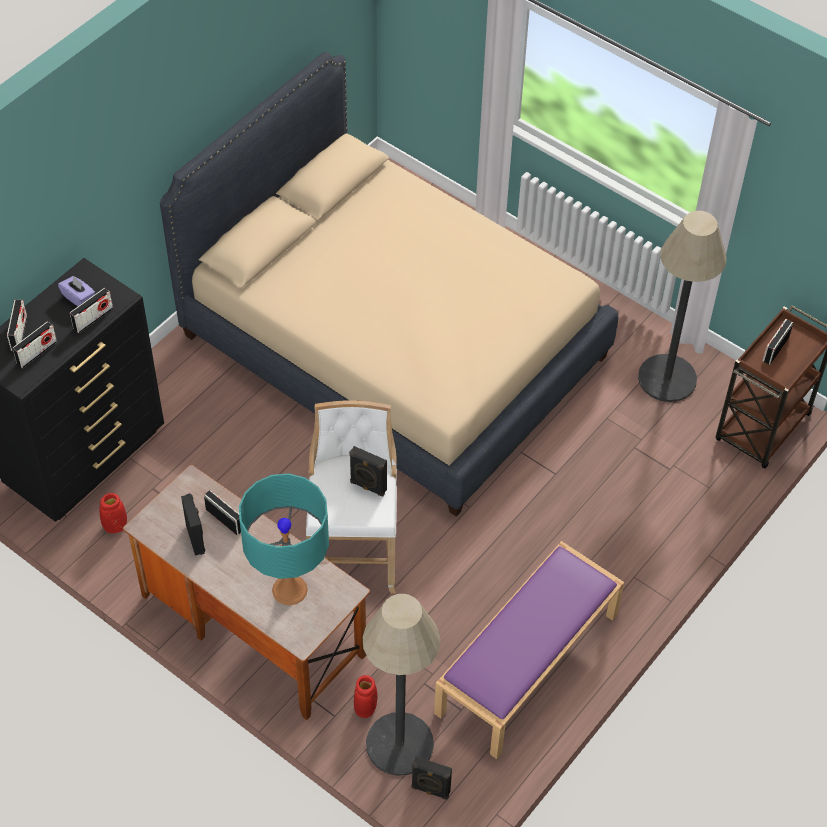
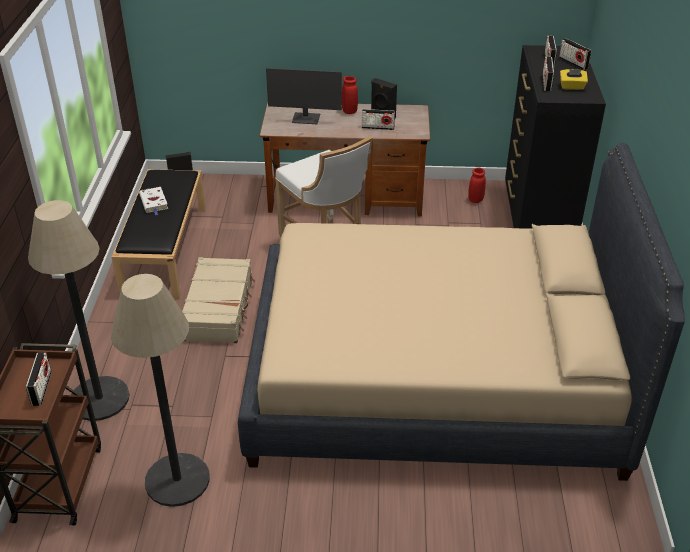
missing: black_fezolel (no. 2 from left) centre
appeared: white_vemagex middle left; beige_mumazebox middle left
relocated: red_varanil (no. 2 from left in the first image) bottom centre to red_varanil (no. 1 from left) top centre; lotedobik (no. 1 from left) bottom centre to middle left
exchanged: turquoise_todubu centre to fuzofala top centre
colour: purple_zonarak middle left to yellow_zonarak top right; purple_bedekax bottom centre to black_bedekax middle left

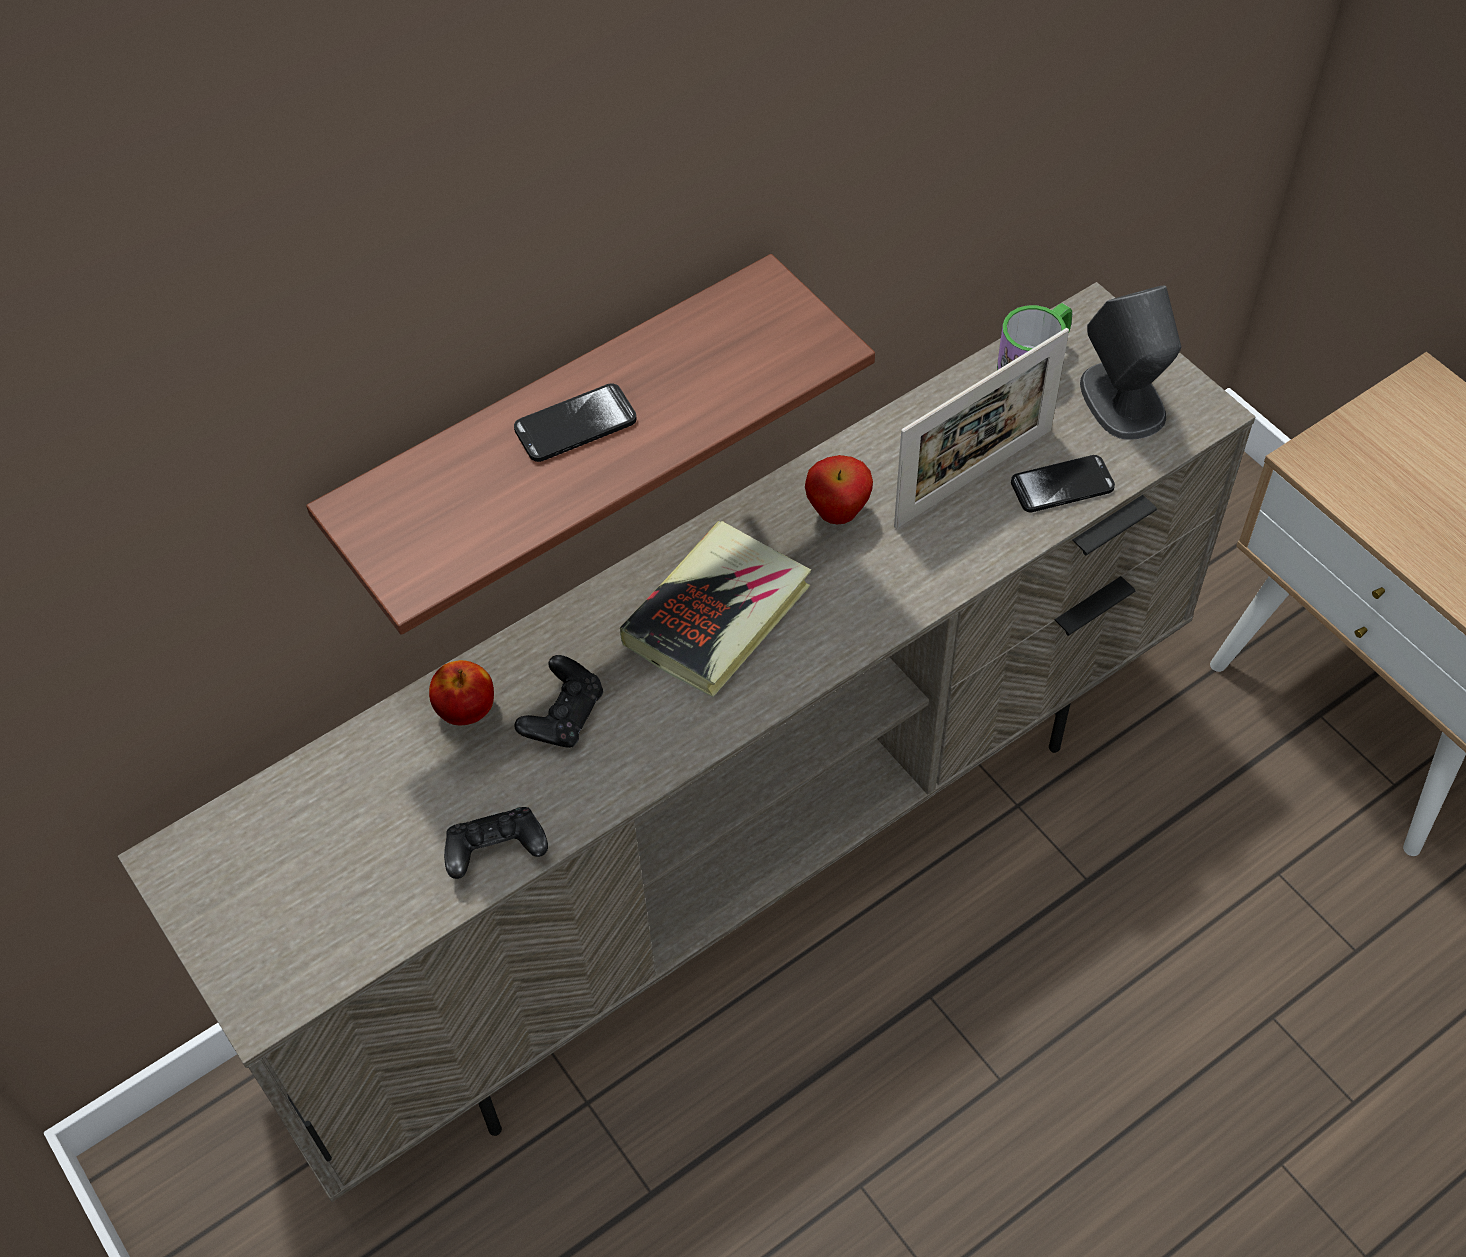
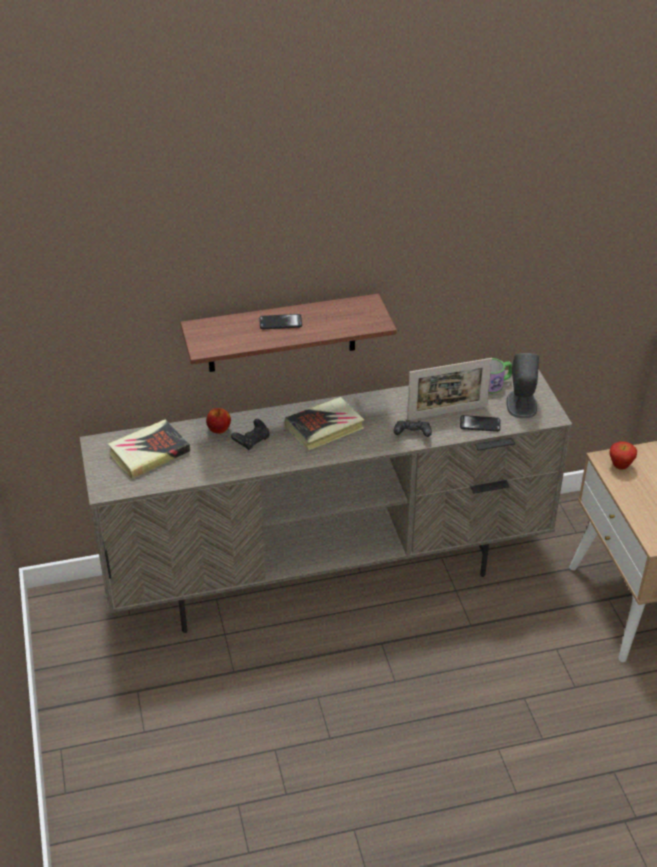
appeared: vemagex (no. 1 from left) middle left
relocated: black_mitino (no. 1 from left in the first image) bottom centre to black_mitino (no. 2 from left) centre; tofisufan (no. 2 from left) centre to middle right

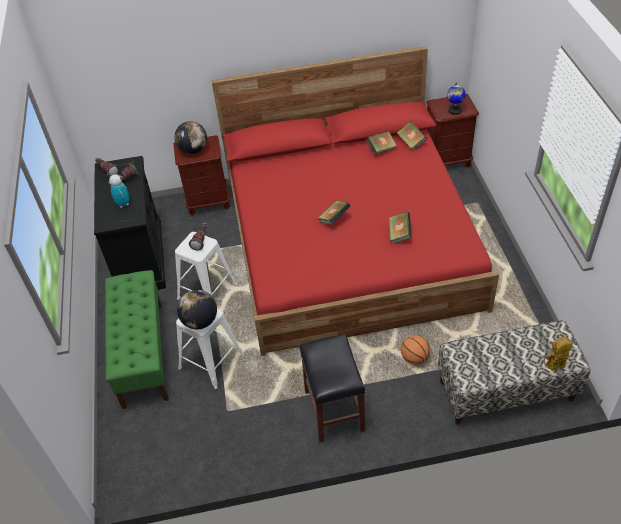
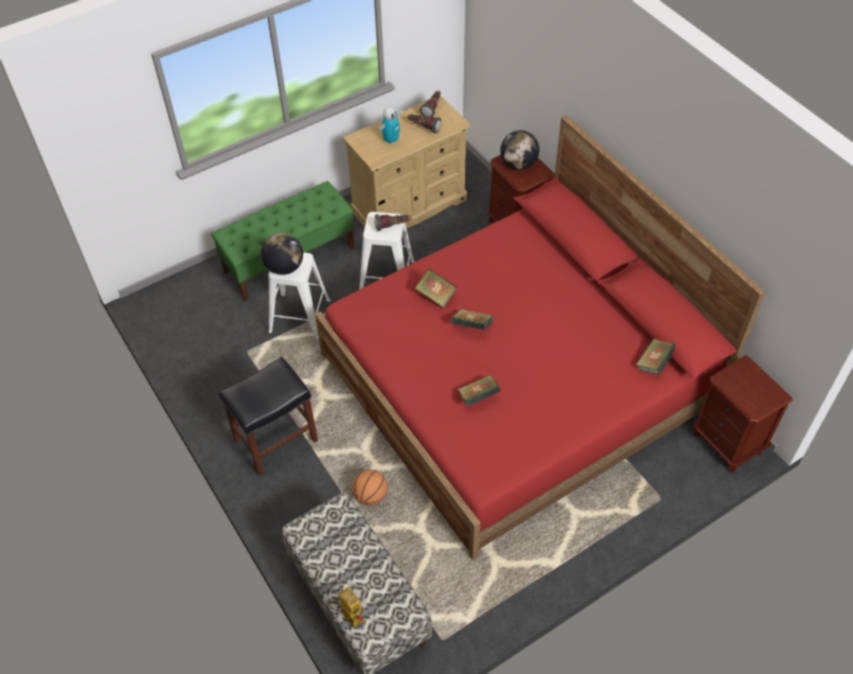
missing: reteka (no. 3 from left) top right
relocated: vemagex (no. 2 from left in the first image) top centre to vemagex (no. 1 from left) centre
colour: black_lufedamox middle left to beige_lufedamox top centre

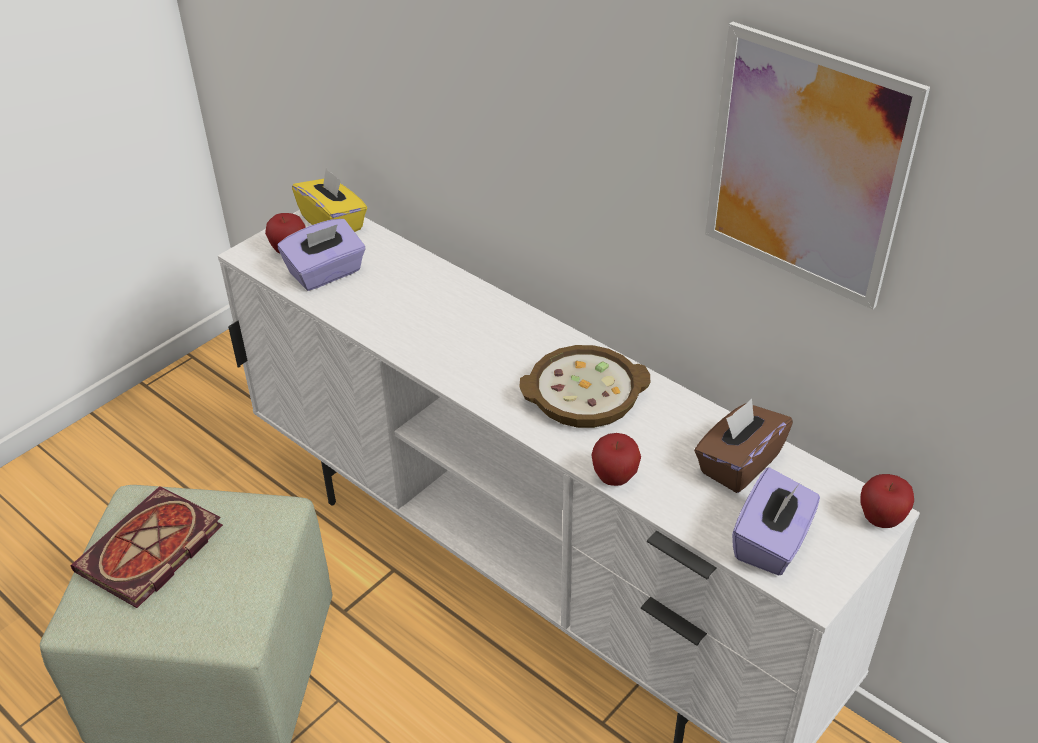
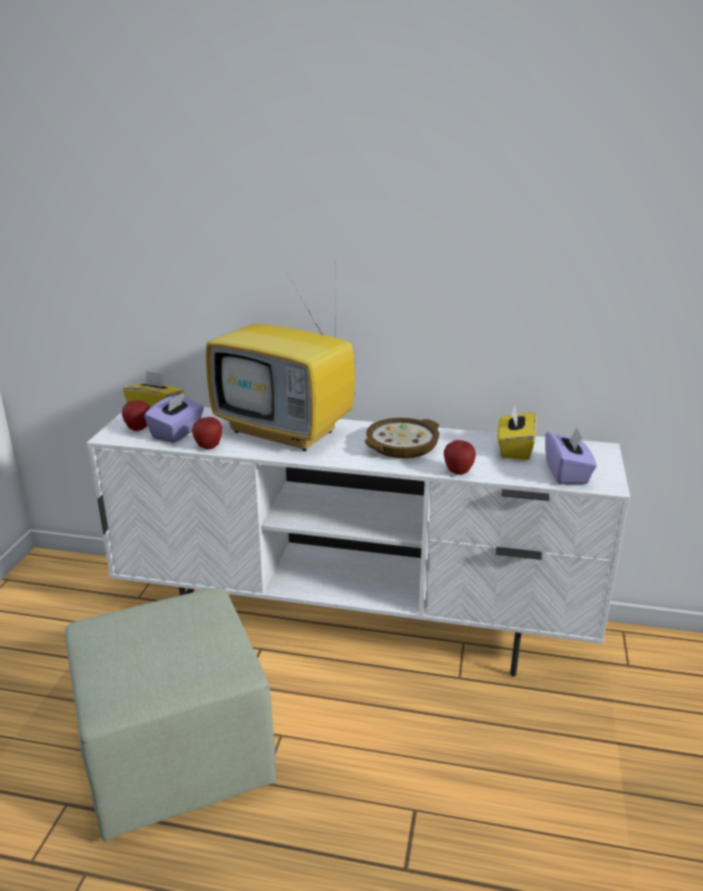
missing: vemagex bottom left; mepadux top right
appeared: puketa centre
relocated: tofisufan (no. 3 from left in the first image) bottom right to tofisufan (no. 2 from left) middle left
colour: brown_zonarak middle right to yellow_zonarak (no. 2 from left) middle right

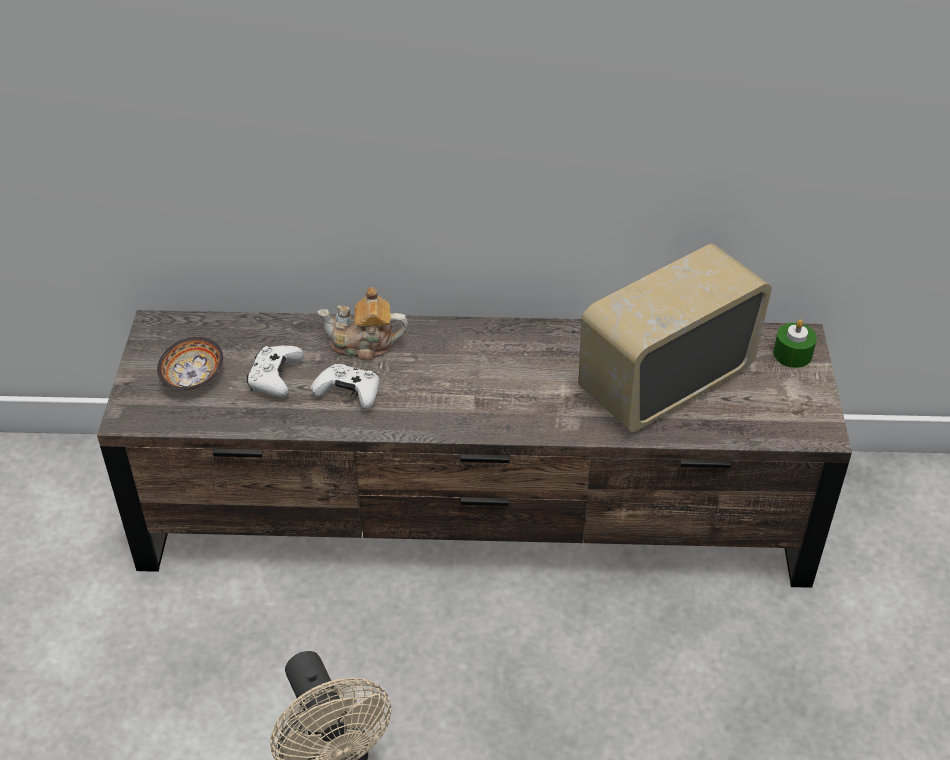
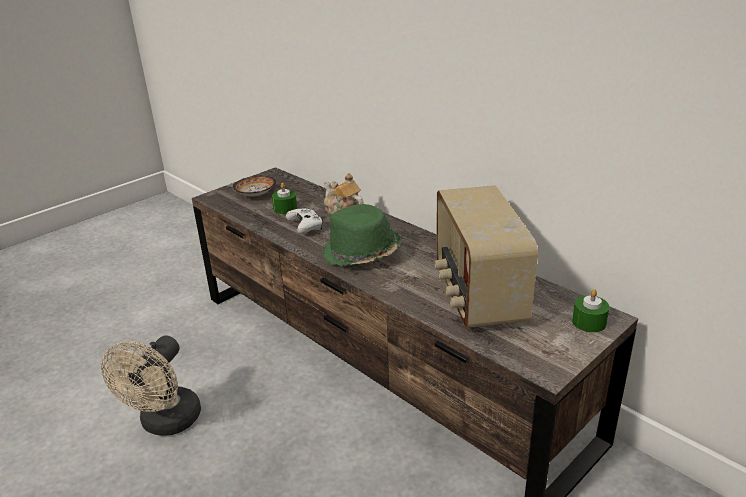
appeared: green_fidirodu centre
exchanged: white_mitino (no. 1 from left) middle left to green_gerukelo (no. 1 from left) centre
spun: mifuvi middle right = centre 105 degrees counterclockwise

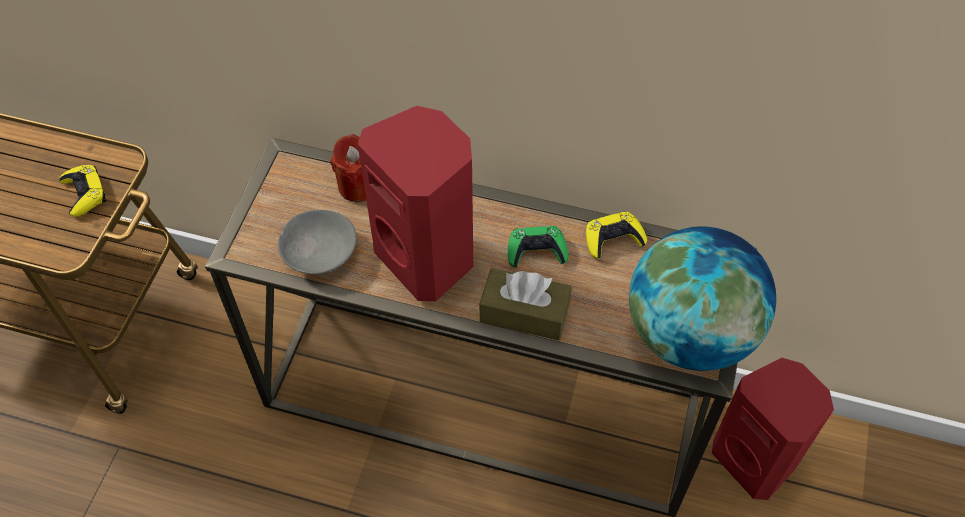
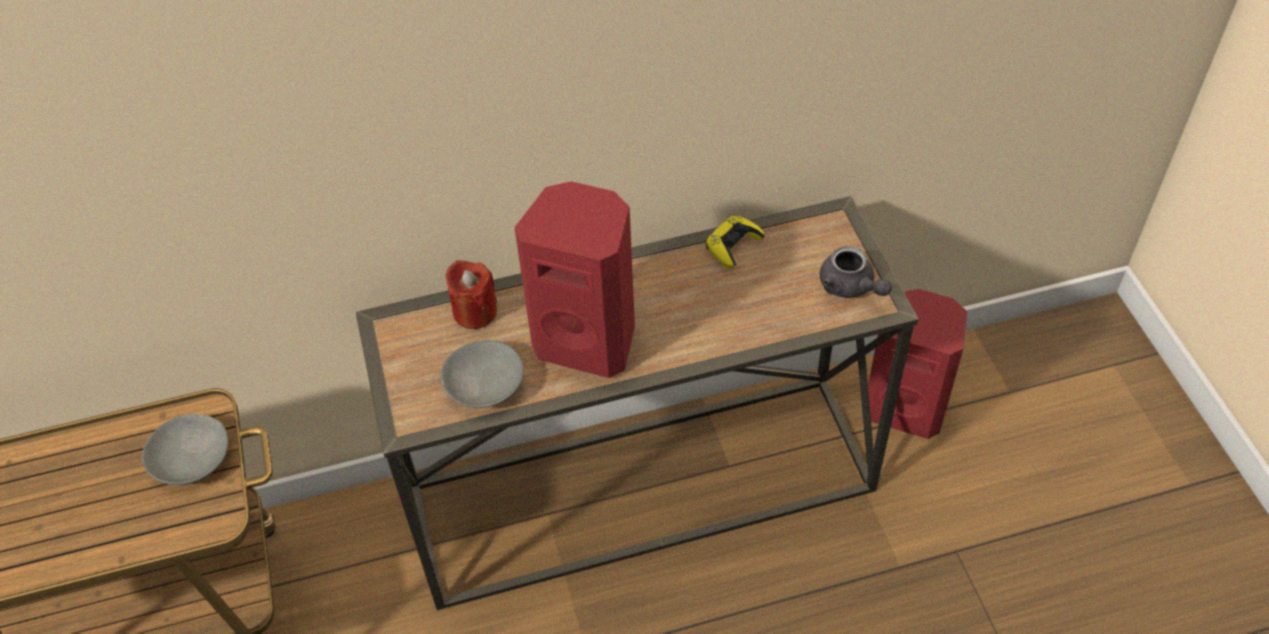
missing: brown_zonarak centre; green_mitino centre
exchanged: yellow_mitino (no. 1 from left) middle left to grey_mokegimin (no. 1 from left) bottom left; reteka middle right to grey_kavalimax middle right

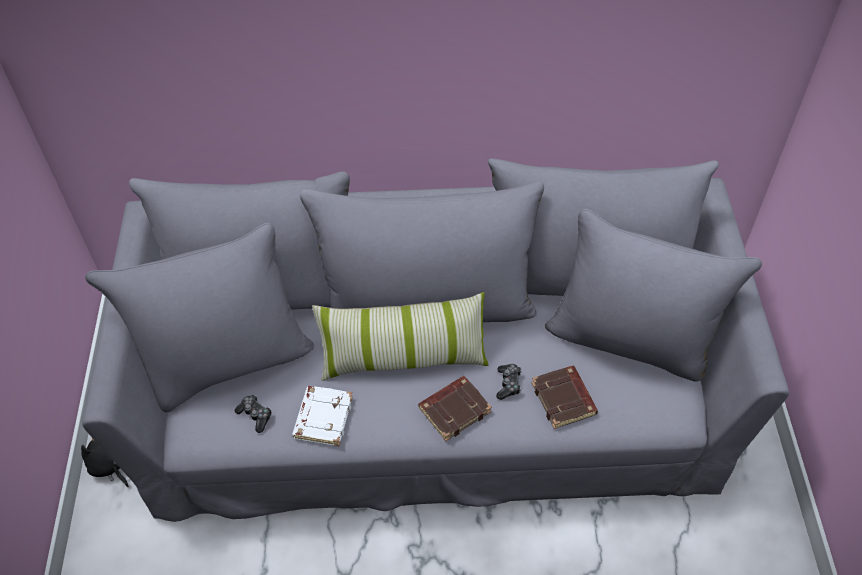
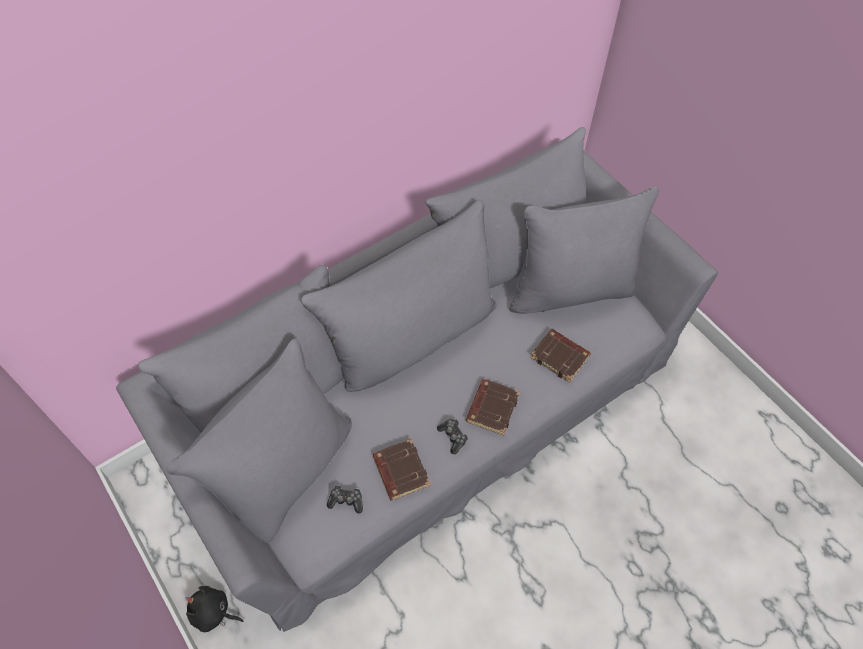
missing: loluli centre
relocated: mitino (no. 2 from left) centre to bottom centre
colour: white_vemagex bottom centre to brown_vemagex (no. 1 from left) bottom centre

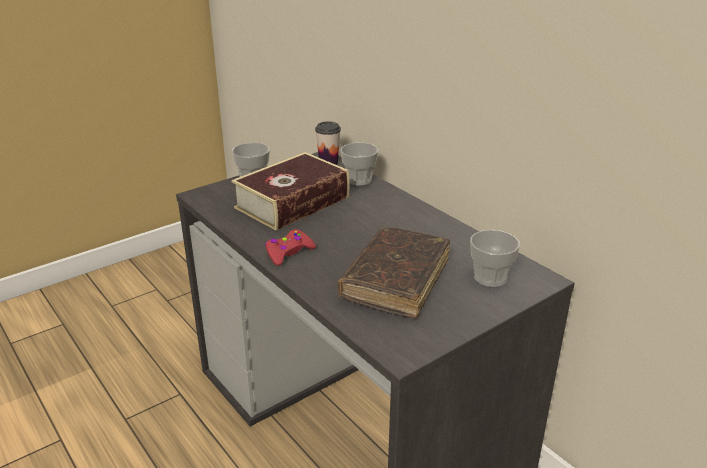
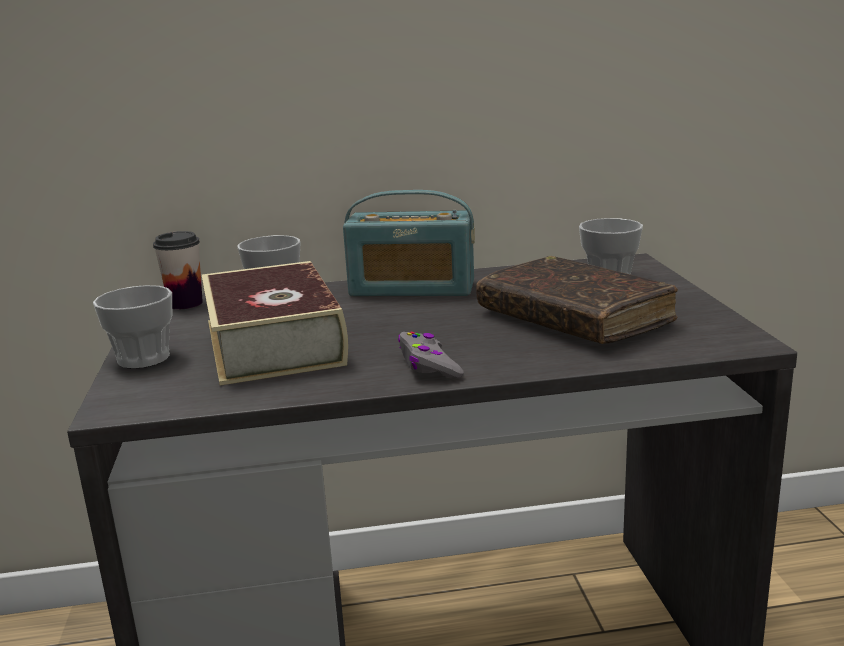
appeared: mifuvi centre
colour: red_mitino centre to grey_mitino centre

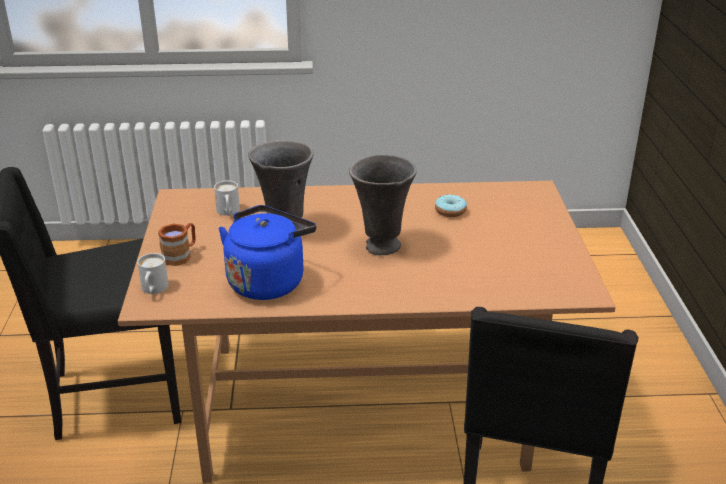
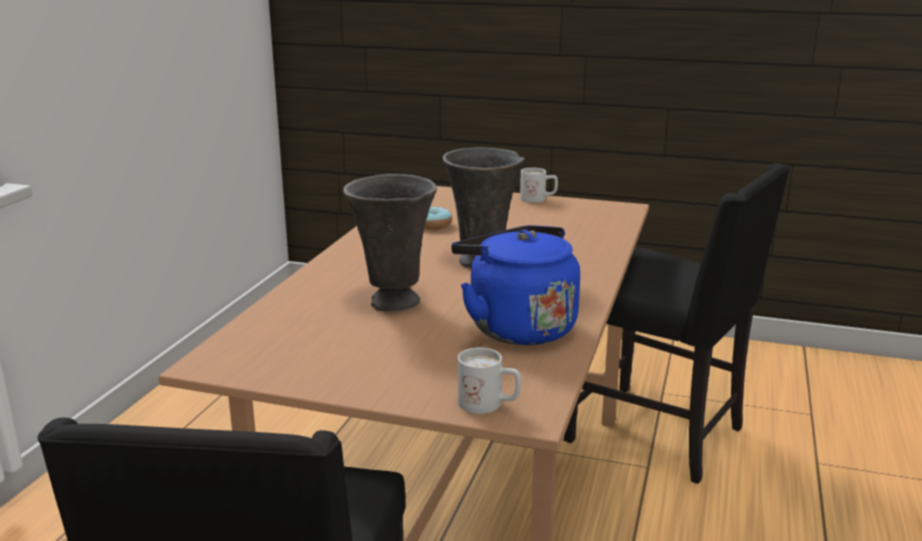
missing: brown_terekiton middle left
relocated: white_terekiton (no. 2 from left) middle left to centre

